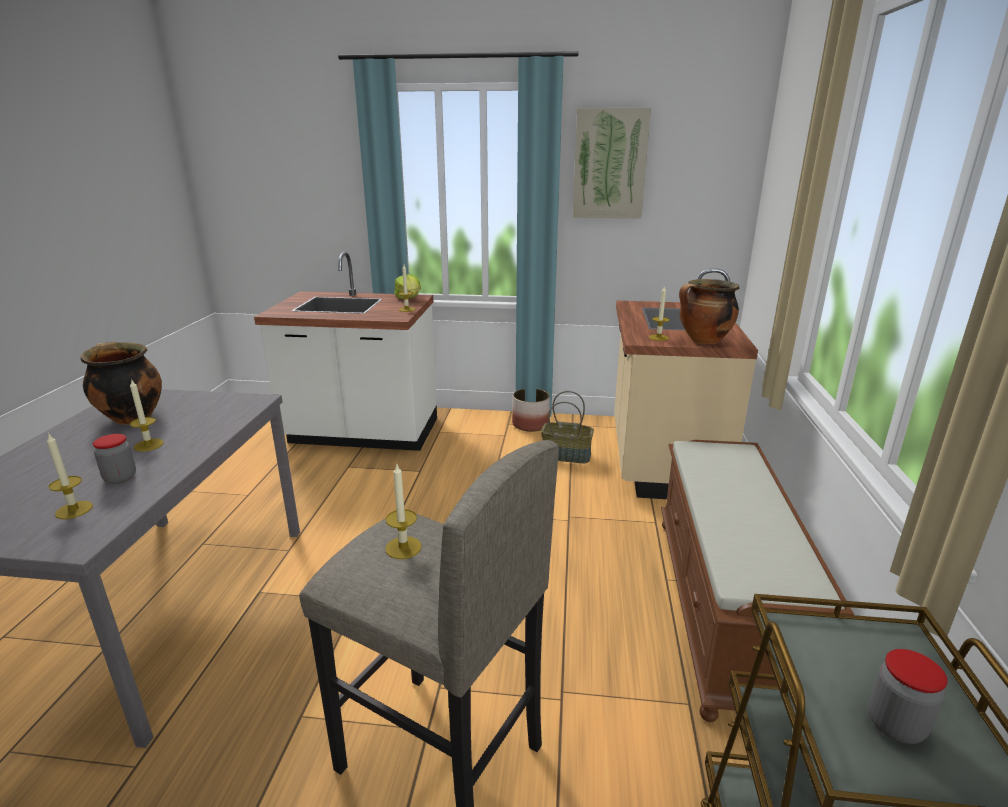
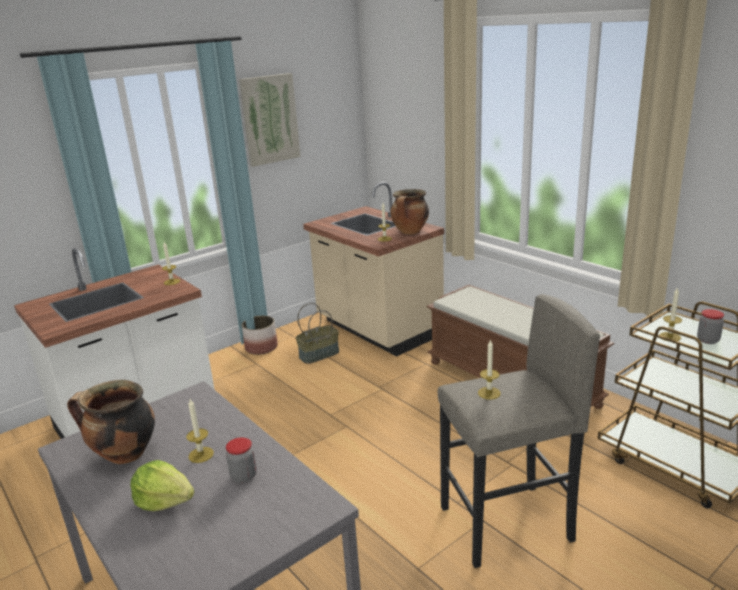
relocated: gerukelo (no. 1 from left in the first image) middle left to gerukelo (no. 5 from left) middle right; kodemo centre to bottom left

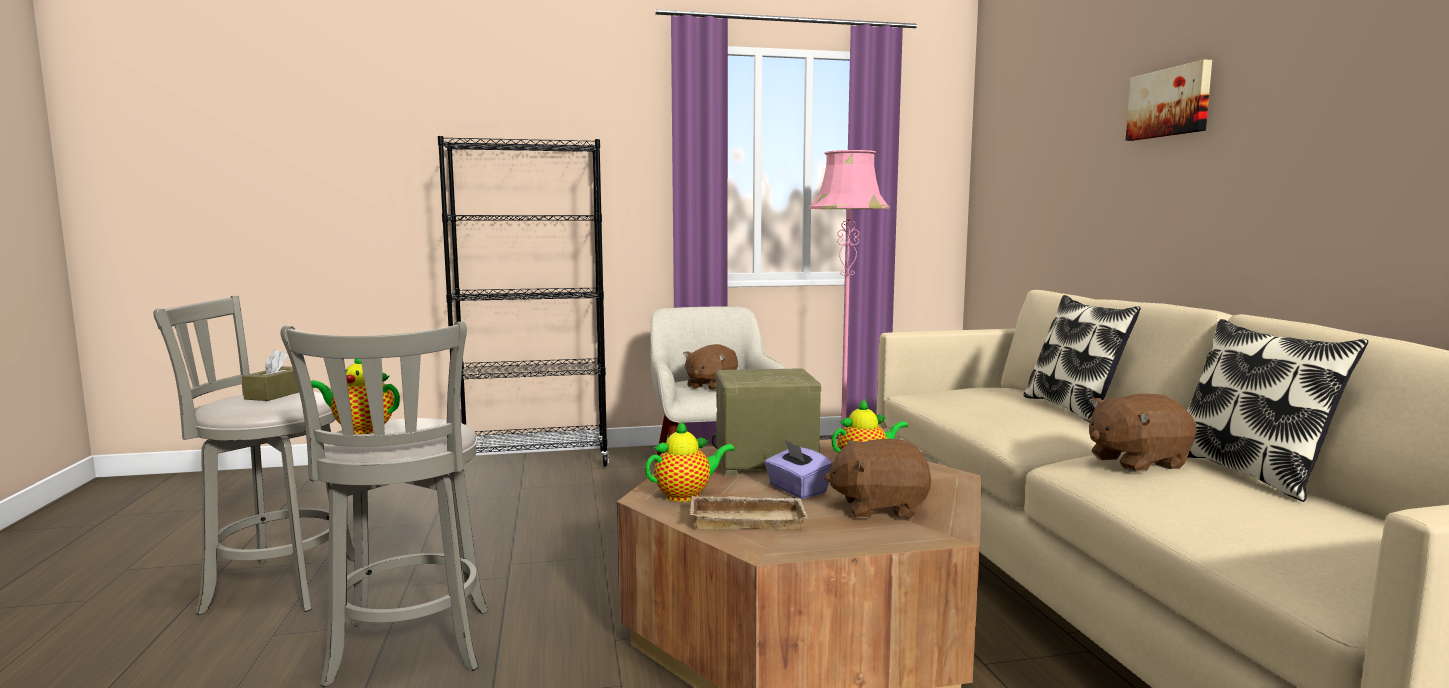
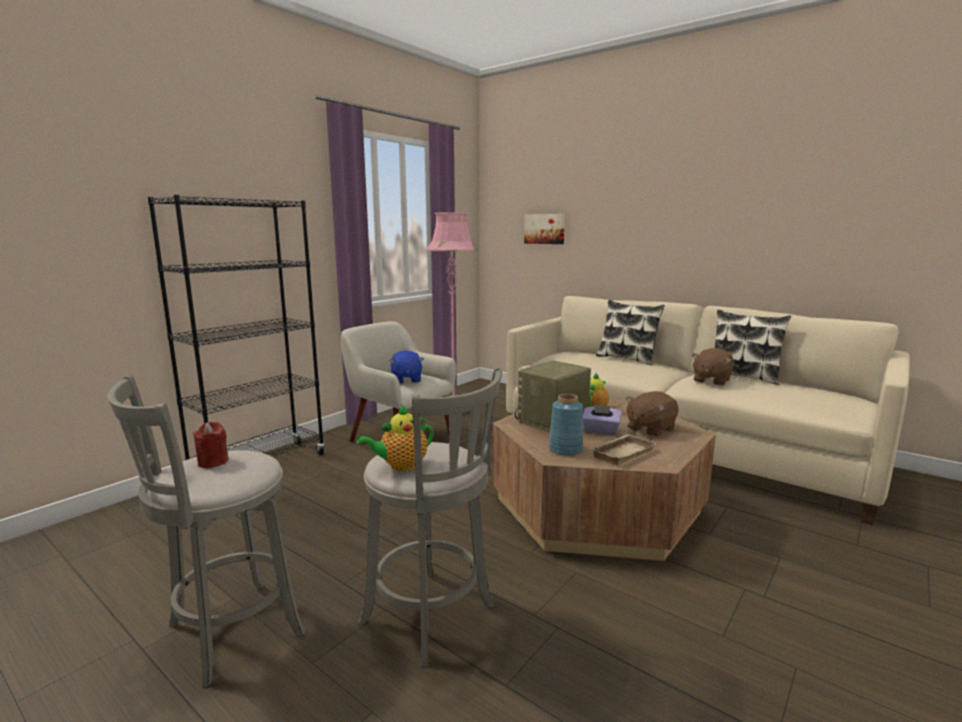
relocated: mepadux top right to top centre
exchanged: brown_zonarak middle left to red_gerukelo middle left; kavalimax (no. 2 from left) bottom centre to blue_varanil centre
colour: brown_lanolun (no. 1 from left) centre to blue_lanolun centre

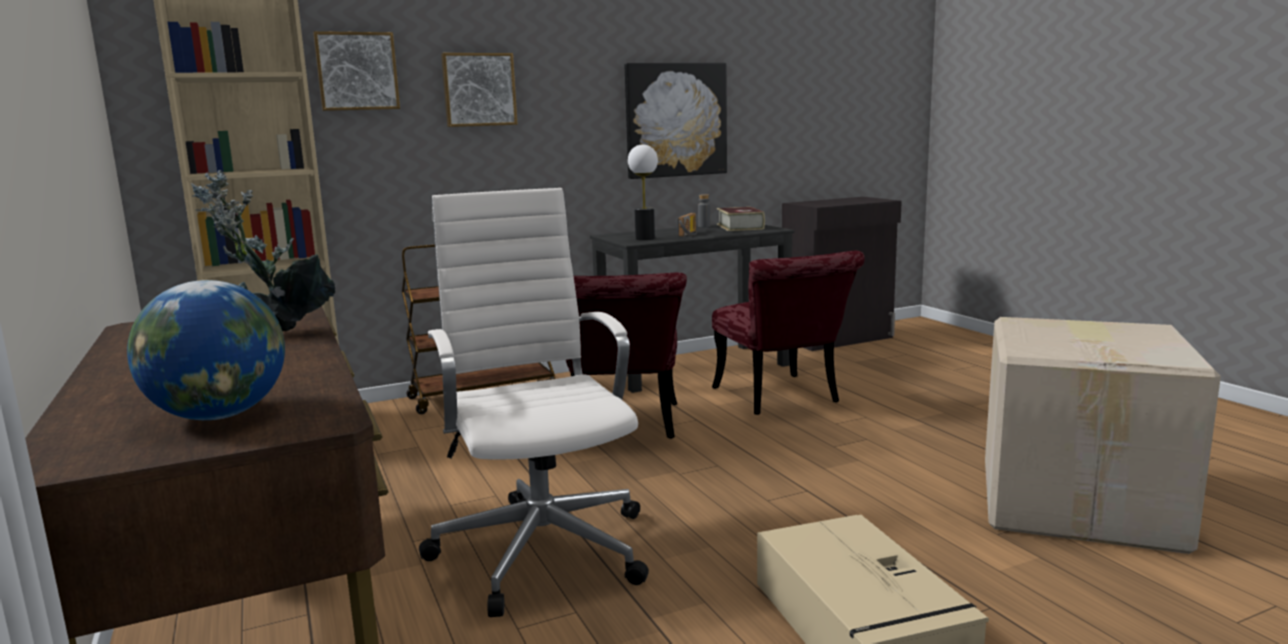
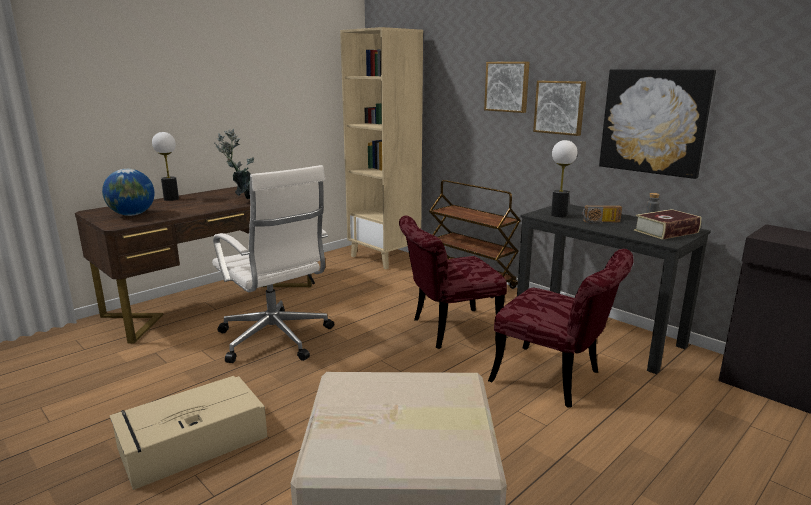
appeared: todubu (no. 1 from left) top left
relocated: mepadux (no. 1 from left in the first image) top left to mepadux (no. 2 from left) top right
spun: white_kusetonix centre = centre 90 degrees clockwise; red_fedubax (no. 2 from left) centre = middle right 105 degrees counterclockwise

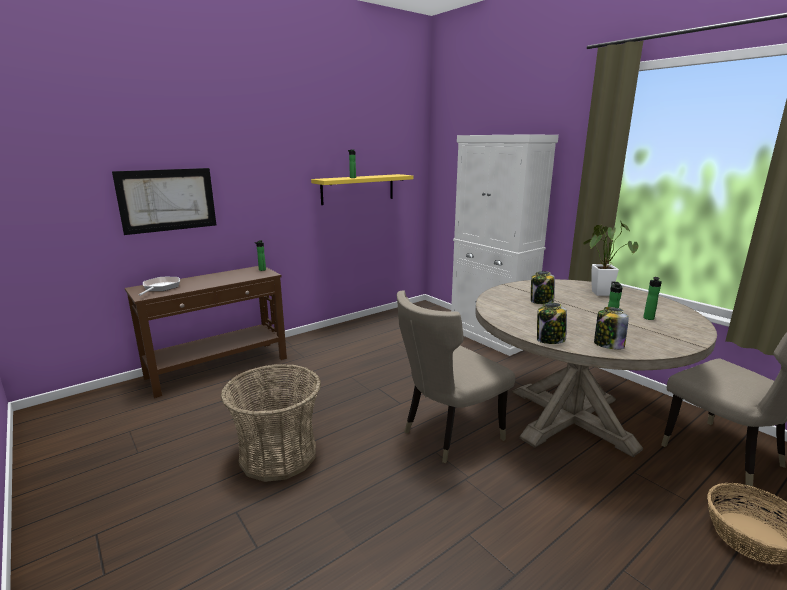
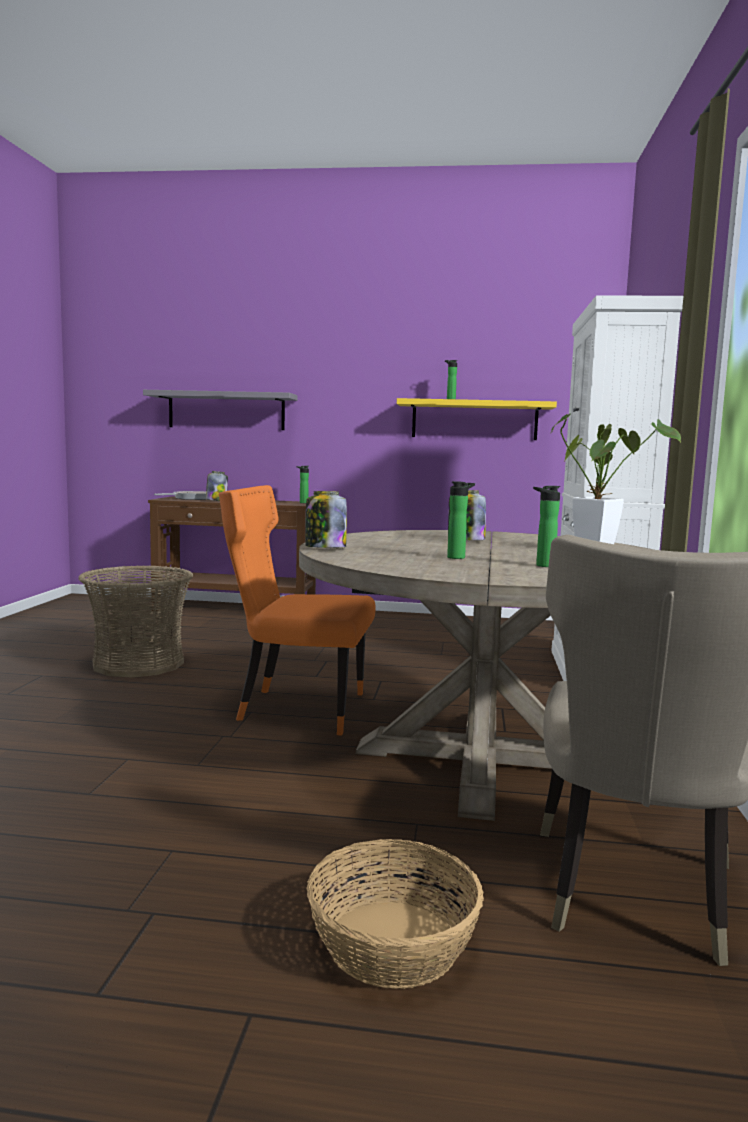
relocated: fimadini (no. 3 from left in the first image) middle right to fimadini (no. 1 from left) middle left
exchanged: mepadux middle left to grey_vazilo middle left
colour: beige_fedubax (no. 1 from left) centre to orange_fedubax centre

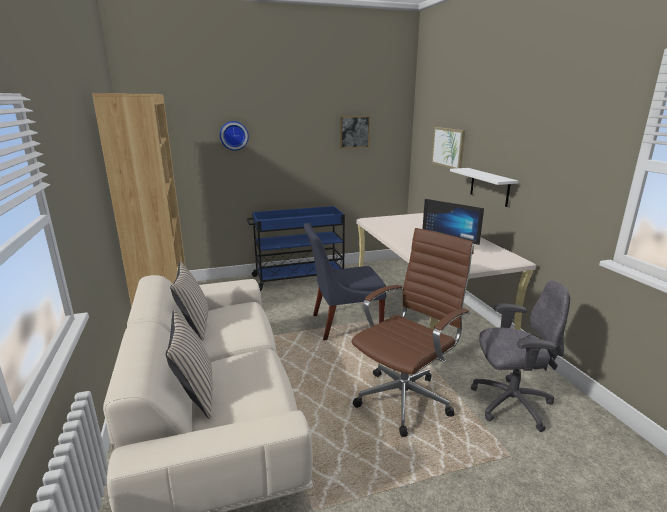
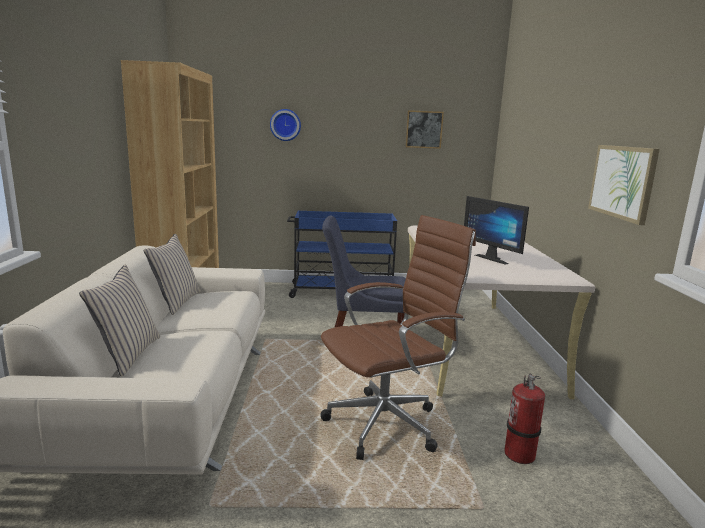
missing: white_vazilo middle right
relocated: mepadux (no. 2 from left) top right to middle right
exchanged: grey_kusetonix bottom right to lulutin bottom right

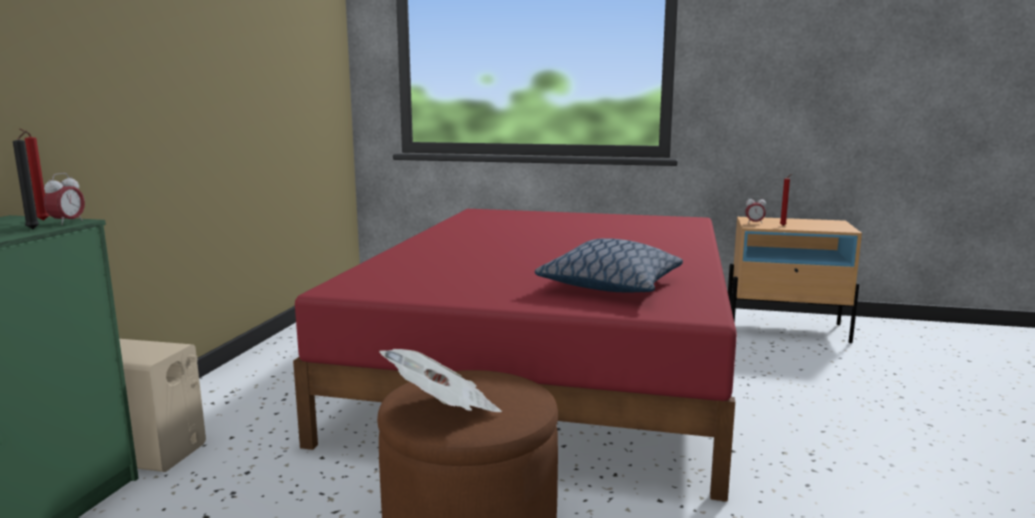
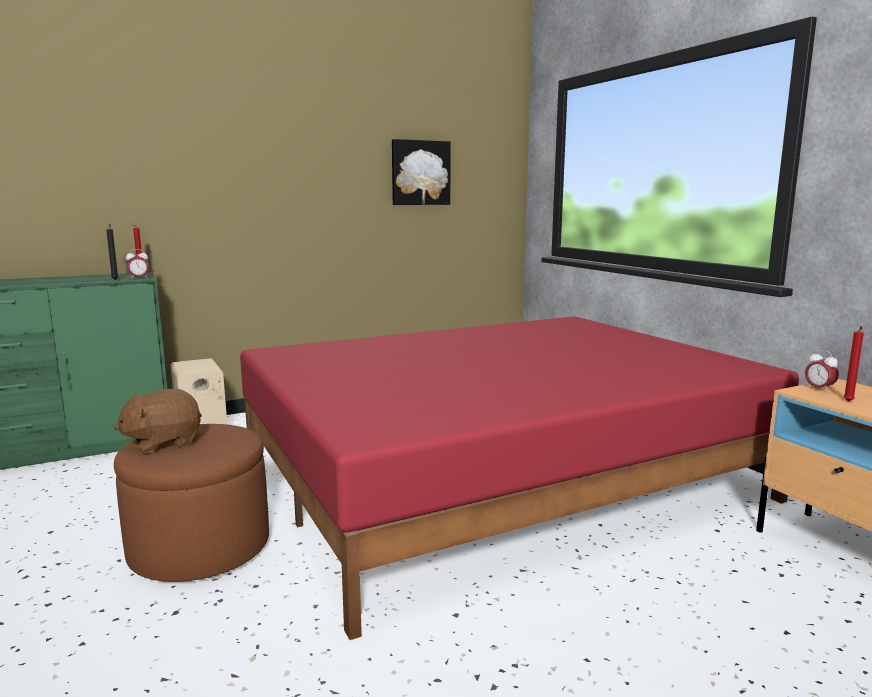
missing: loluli centre
appeared: mepadux top centre
exchanged: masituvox bottom centre to brown_lanolun middle left

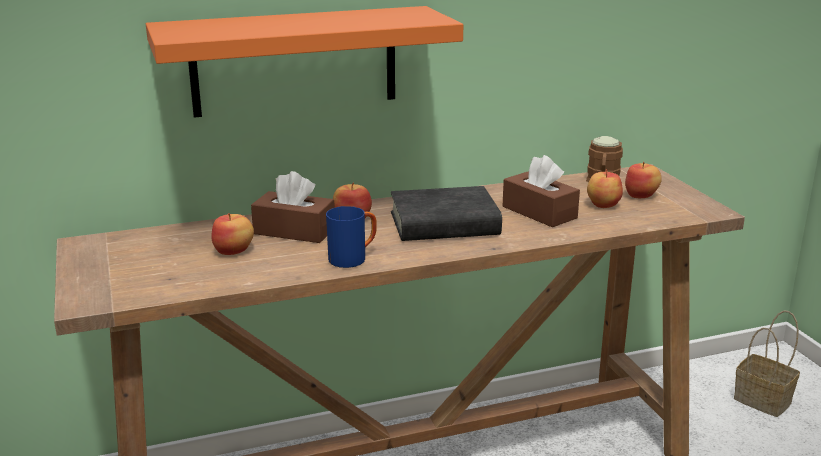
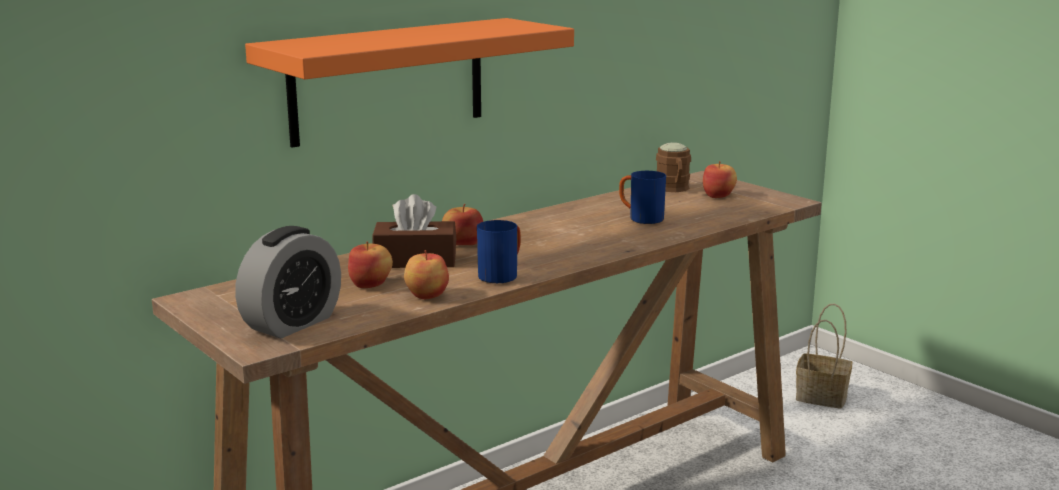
missing: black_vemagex centre
appeared: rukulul middle left
relocated: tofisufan (no. 3 from left in the first image) middle right to tofisufan (no. 2 from left) centre
exchanged: brown_zonarak (no. 2 from left) centre to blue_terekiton (no. 2 from left) centre

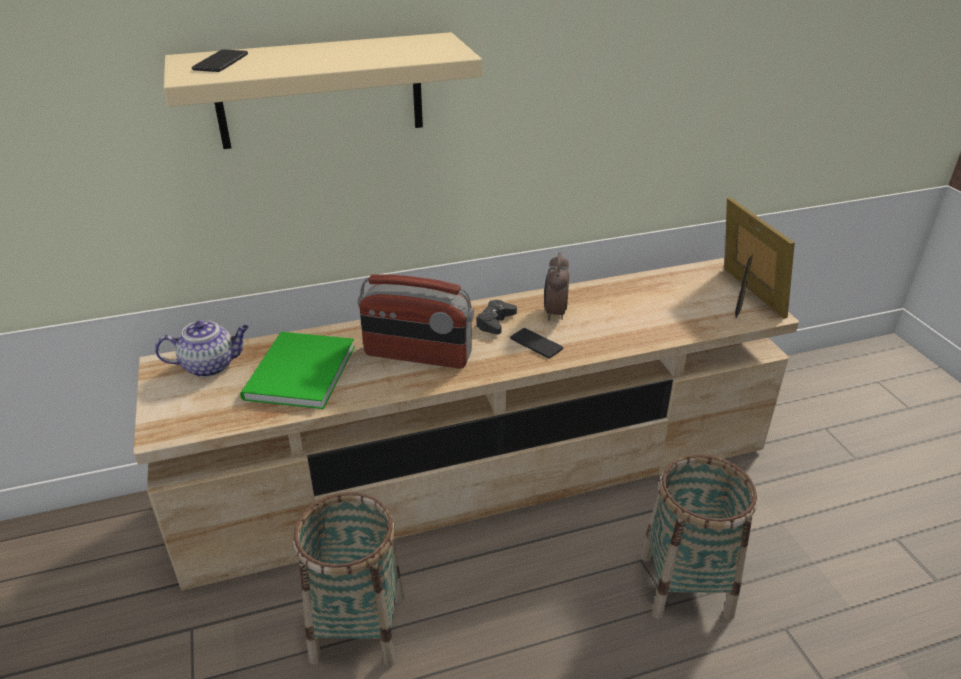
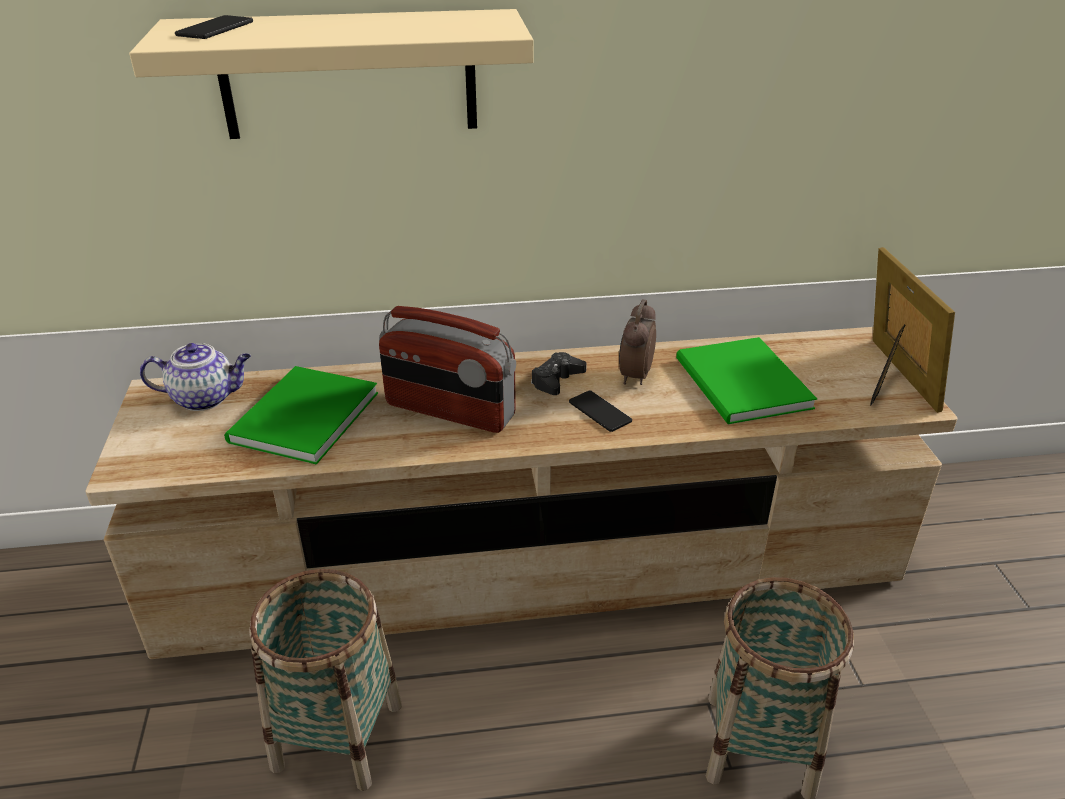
appeared: green_vemagex (no. 2 from left) middle right

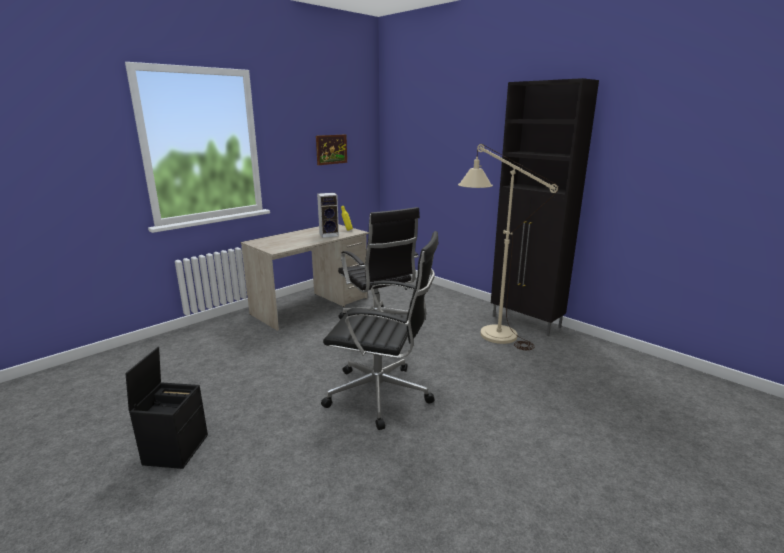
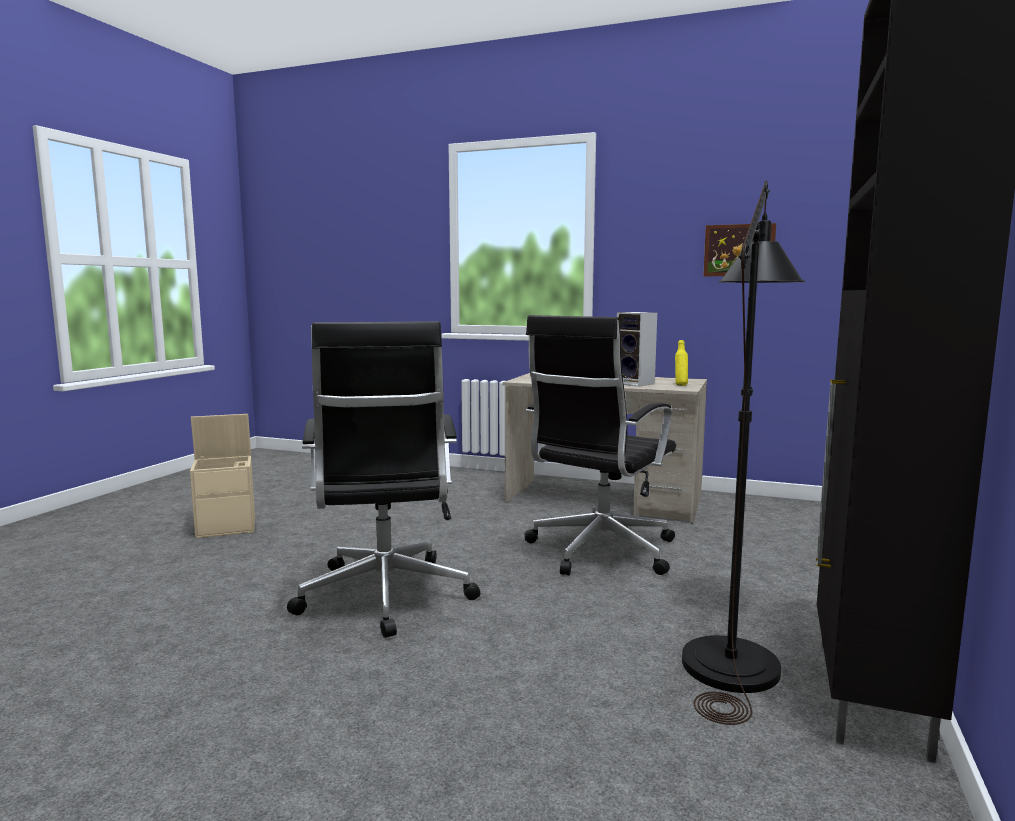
colour: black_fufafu bottom left to beige_fufafu middle left; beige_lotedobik centre to black_lotedobik middle right

